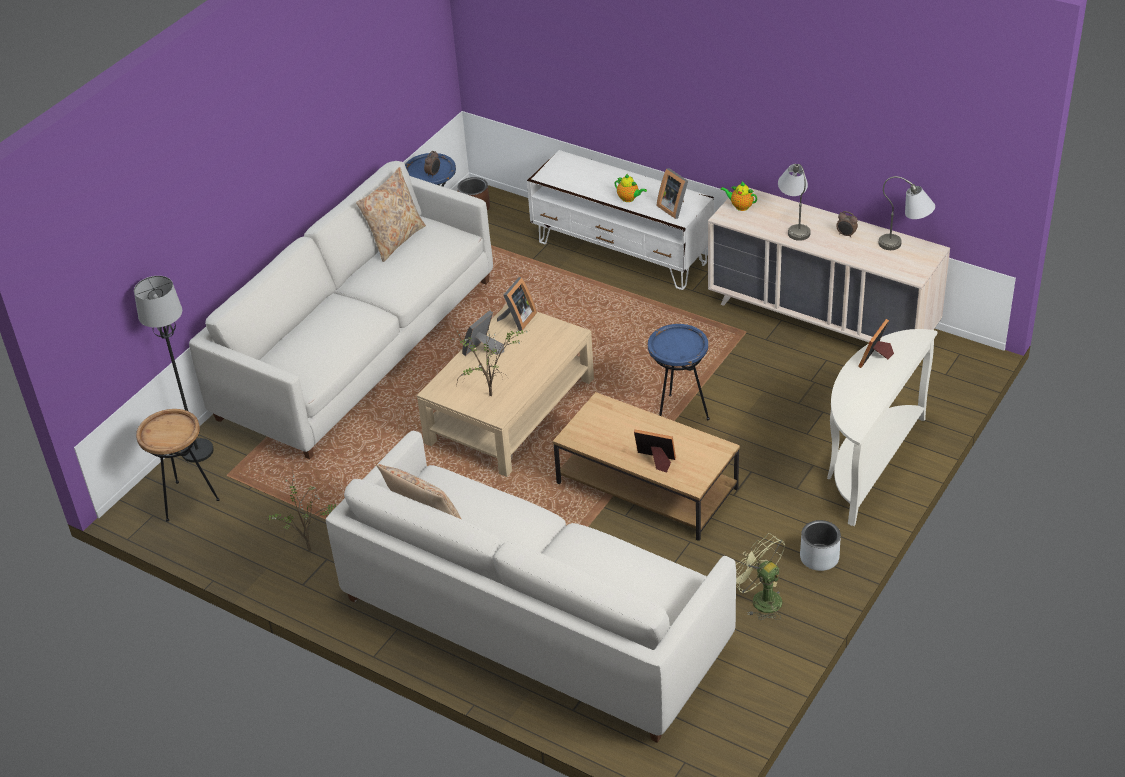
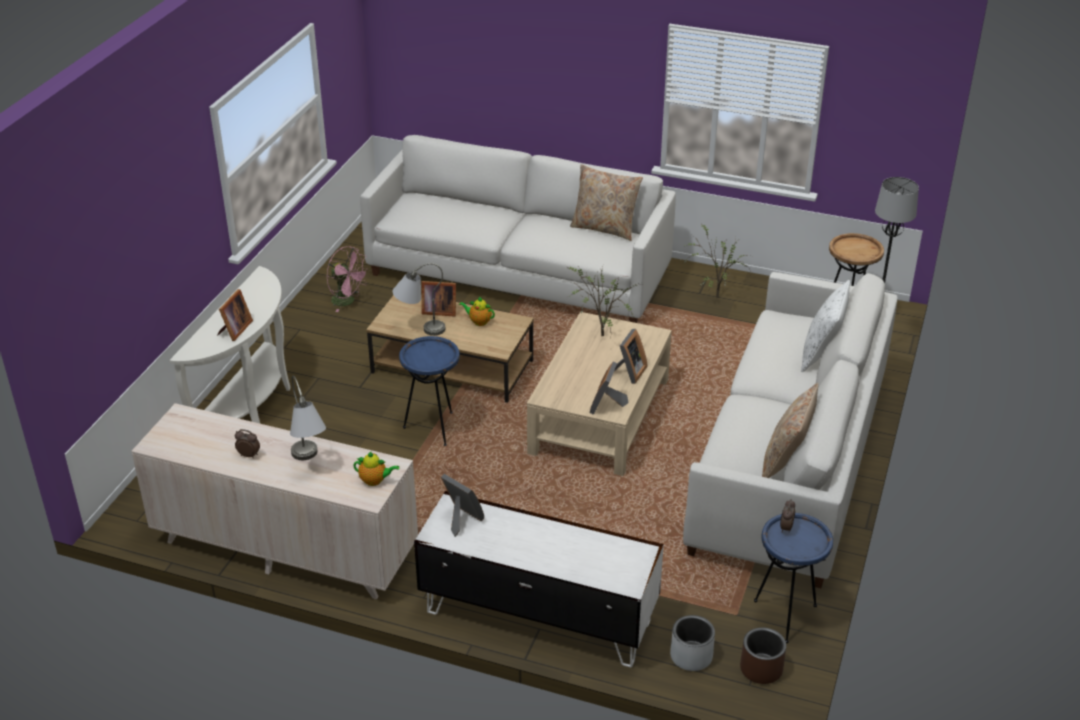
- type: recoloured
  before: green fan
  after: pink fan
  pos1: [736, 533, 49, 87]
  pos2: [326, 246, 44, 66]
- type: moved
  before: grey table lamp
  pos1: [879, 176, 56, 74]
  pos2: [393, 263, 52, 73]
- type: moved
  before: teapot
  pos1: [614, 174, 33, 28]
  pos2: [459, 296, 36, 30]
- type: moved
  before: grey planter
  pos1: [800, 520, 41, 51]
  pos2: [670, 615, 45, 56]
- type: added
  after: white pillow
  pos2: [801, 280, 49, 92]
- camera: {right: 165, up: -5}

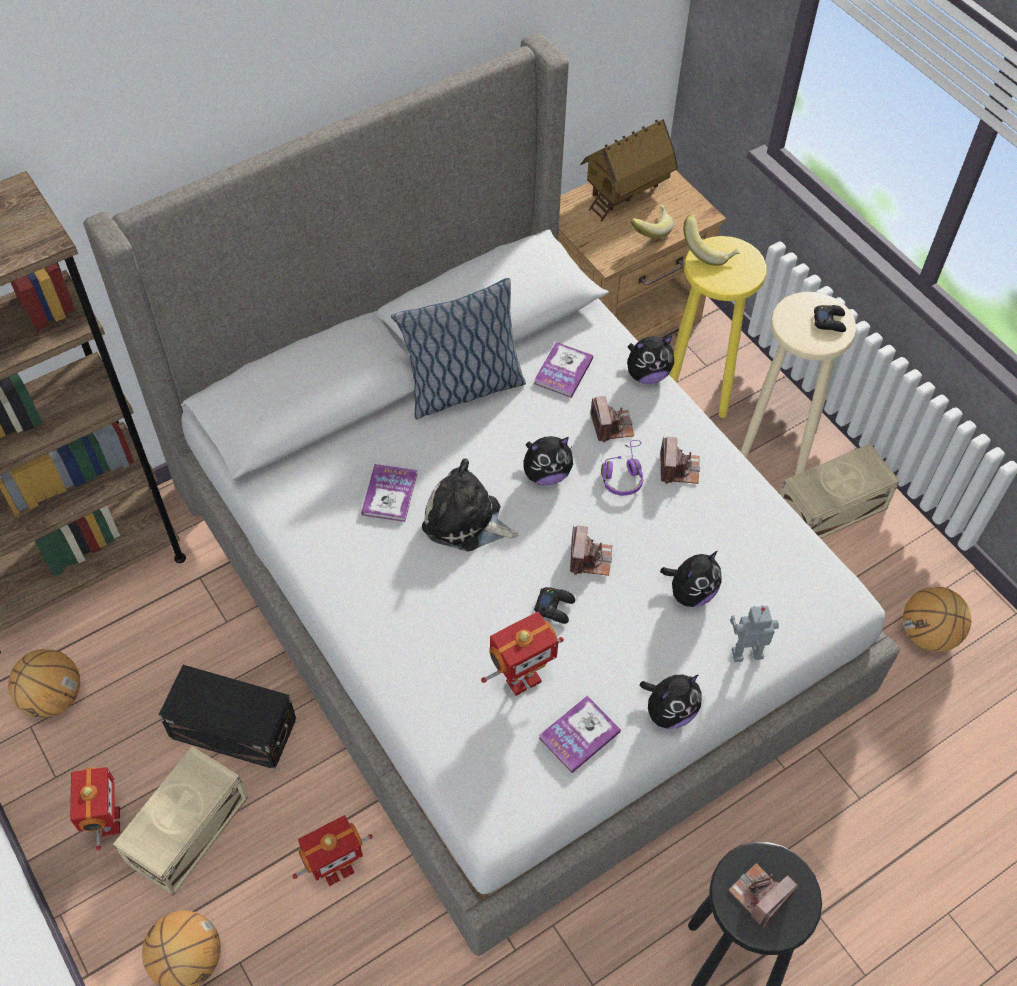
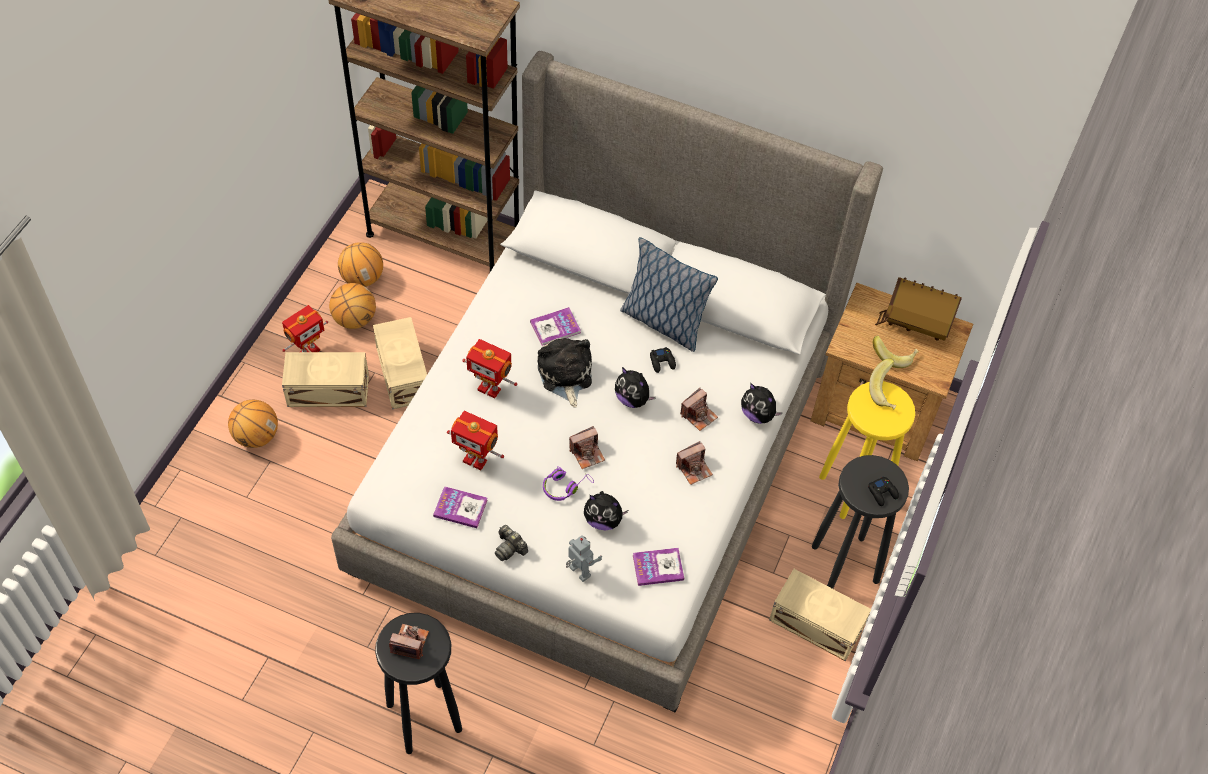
- type: moved
  before: basketball
  pos1: [903, 587, 68, 65]
  pos2: [329, 283, 47, 46]
- type: recoloured
  before: black storage box
  after: beige storage box
  pos1: [159, 665, 137, 104]
  pos2: [373, 317, 54, 92]
- type: moved
  before: toy robot
  pos1: [293, 815, 80, 71]
  pos2: [462, 339, 56, 60]
- type: replaced
  before: plush toy
  after: photo camera
  pos1: [640, 675, 62, 54]
  pos2: [495, 525, 33, 36]
- type: moved
  before: purple headphones
  pos1: [601, 440, 43, 55]
  pos2: [543, 466, 51, 35]
- type: moved
  before: book
  pos1: [534, 342, 59, 56]
  pos2: [633, 548, 51, 38]
- type: moved
  before: black game controller
  pos1: [534, 587, 41, 37]
  pos2: [650, 347, 26, 26]
- type: recoloured
  before: beige stool
  after: black stool
  pos1: [741, 292, 115, 183]
  pos2: [812, 455, 97, 134]
- camera: {right: 55, up: 0}

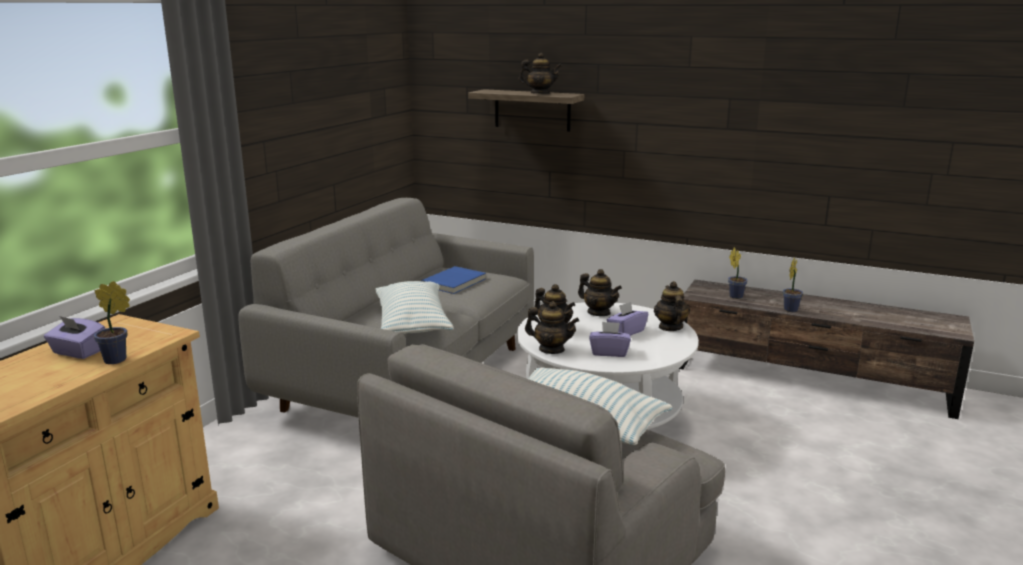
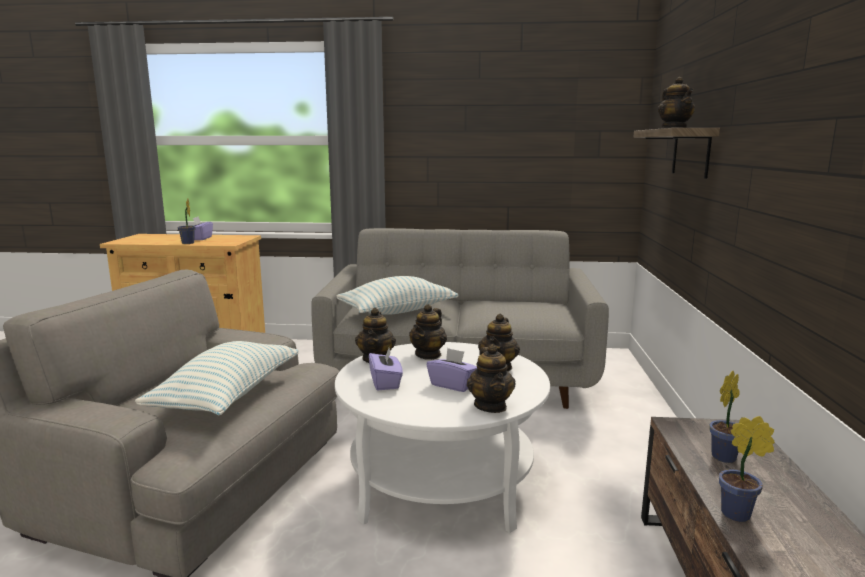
- type: turned
  before: teapot
  pos1: [654, 281, 36, 50]
  pos2: [467, 344, 49, 69]
  turn: 105
- type: removed
  before: blue book
  pos1: [421, 266, 65, 28]
- camera: {right: 70, up: -5}

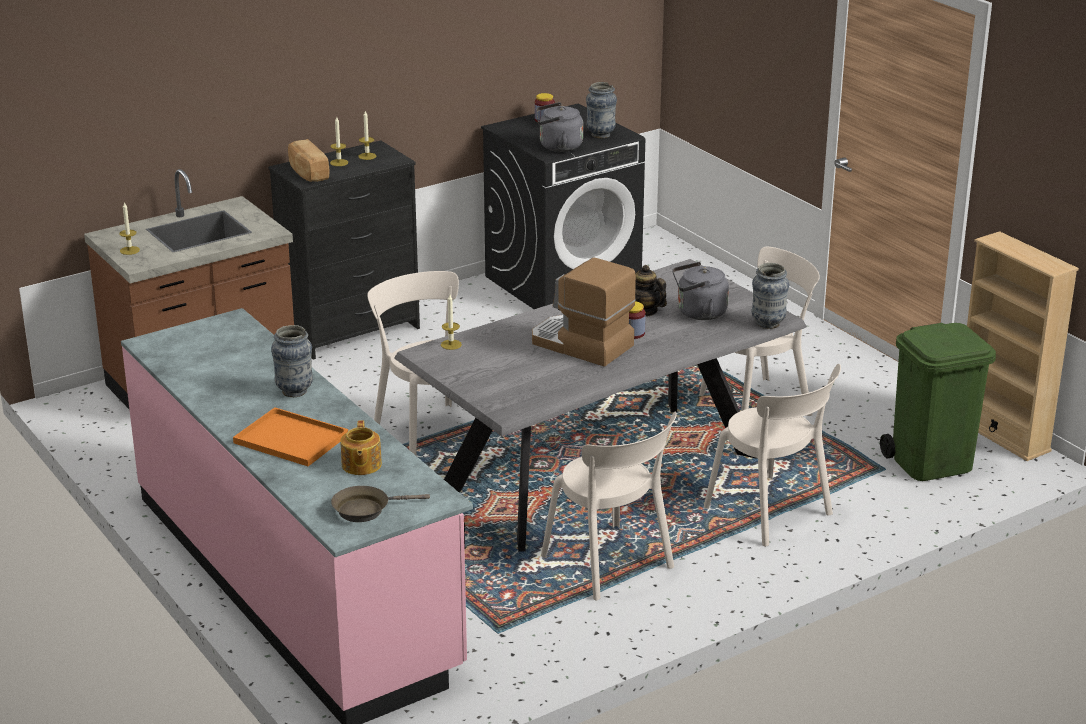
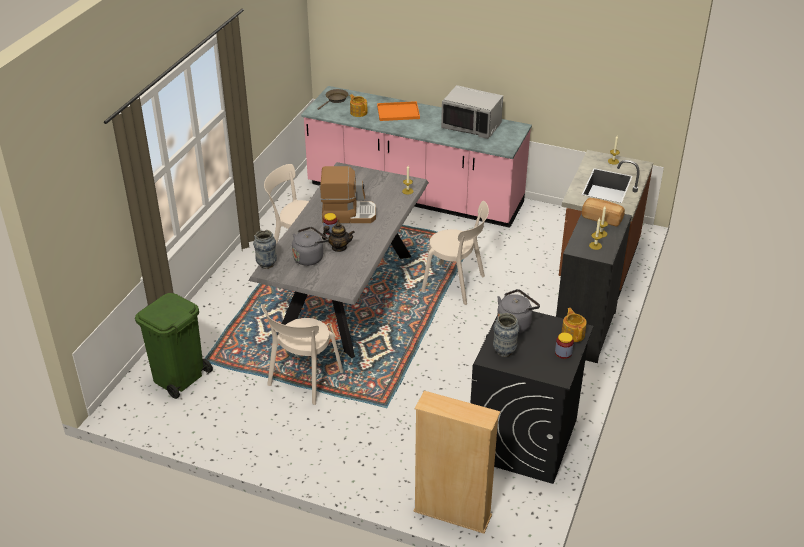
- type: moved
  before: beige bookcase
  pos1: [967, 231, 112, 230]
  pos2: [414, 391, 86, 143]
- type: added
  after: grey microwave
  pos2: [441, 85, 62, 54]
- type: added
  after: teapot
  pos2: [562, 308, 25, 34]
- type: removed
  before: vase
  pos1: [271, 325, 42, 72]
- type: removed
  before: beige chair
  pos1: [704, 364, 137, 183]
- camera: {right: 145, up: 10}

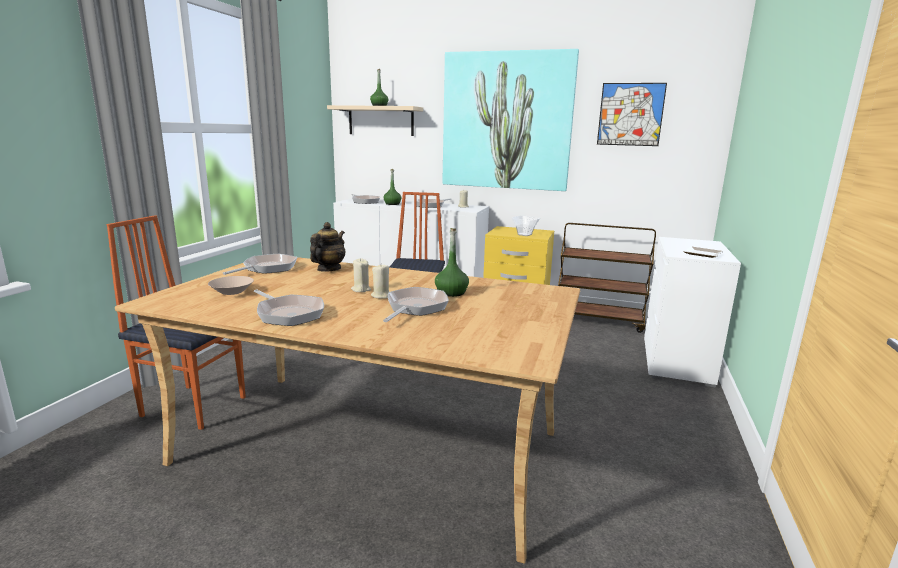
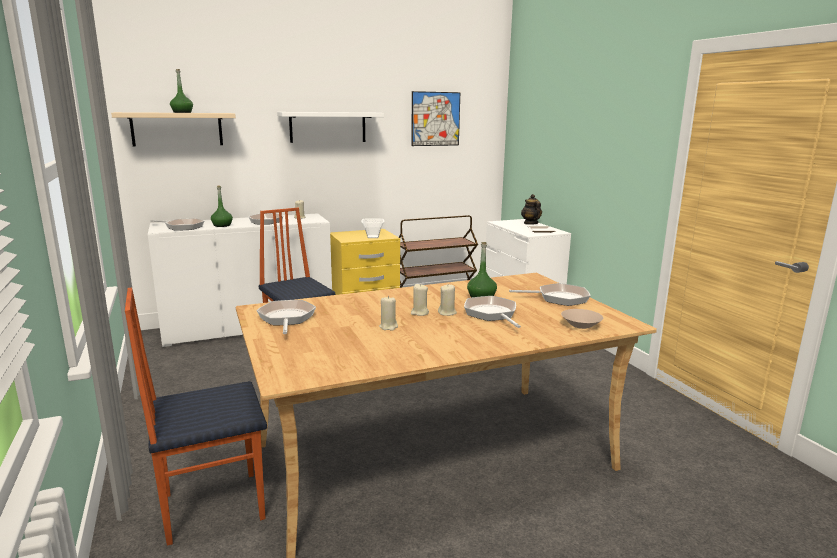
- type: replaced
  before: picture
  after: white shelf
  pos1: [442, 49, 137, 142]
  pos2: [277, 112, 107, 31]
- type: added
  after: beige candle
  pos2: [379, 296, 19, 35]
- type: moved
  before: frying pan
  pos1: [254, 289, 70, 37]
  pos2: [509, 283, 82, 23]
- type: moved
  before: teapot
  pos1: [310, 222, 36, 50]
  pos2: [521, 194, 21, 31]
- type: moved
  before: beige bowl
  pos1: [208, 276, 46, 19]
  pos2: [561, 309, 42, 20]
- camera: {right: -40, up: 0}

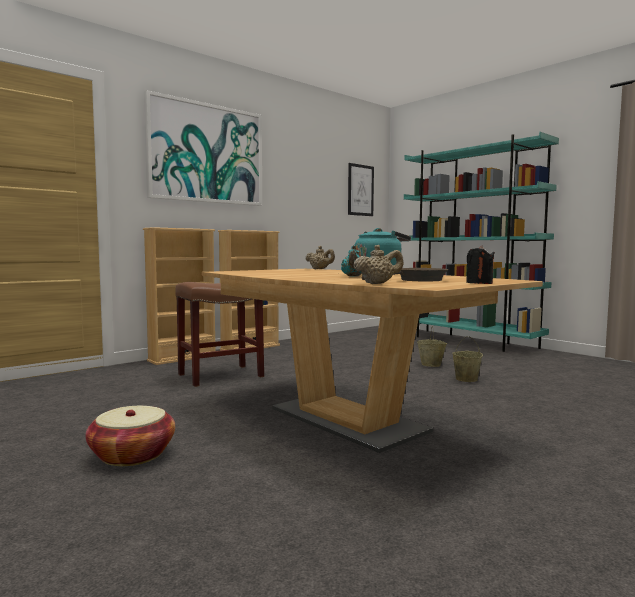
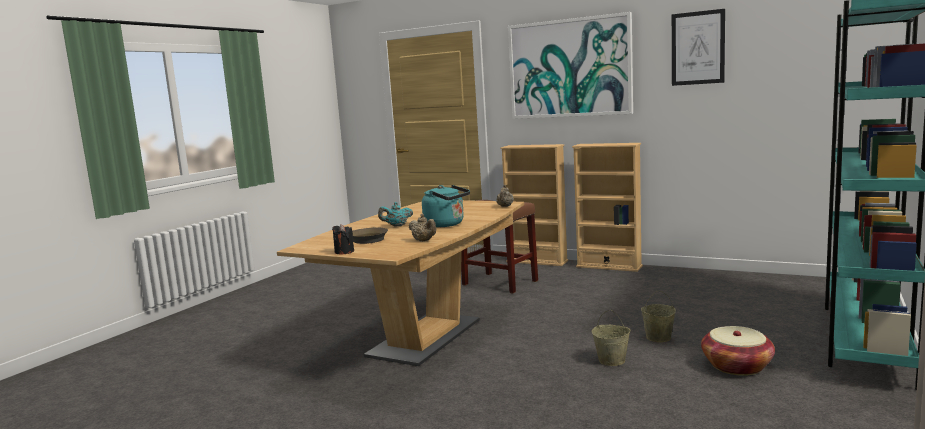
- type: moved
  before: beige teapot
  pos1: [353, 245, 51, 39]
  pos2: [409, 214, 27, 27]
- type: moved
  before: picture
  pos1: [348, 163, 26, 53]
  pos2: [672, 9, 53, 77]
- type: moved
  before: basket
  pos1: [85, 406, 90, 60]
  pos2: [701, 326, 74, 50]
- camera: {right: 70, up: 5}

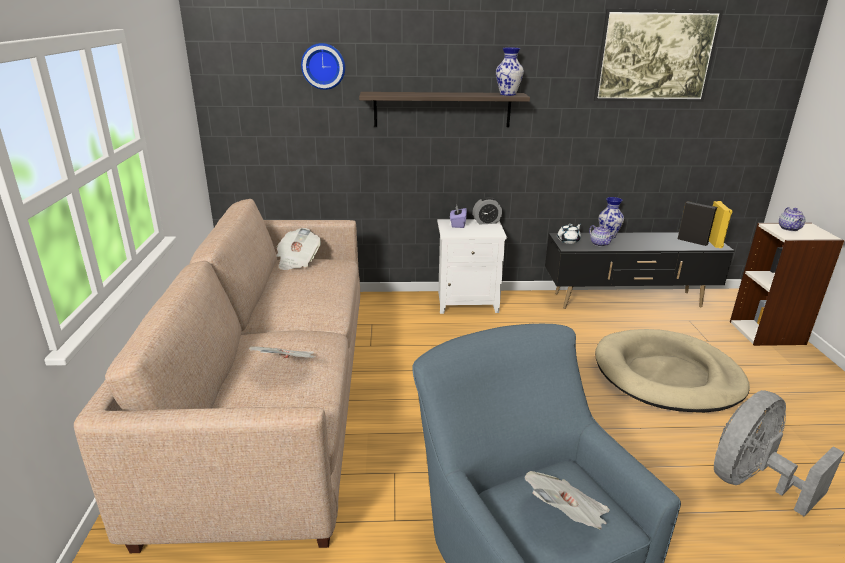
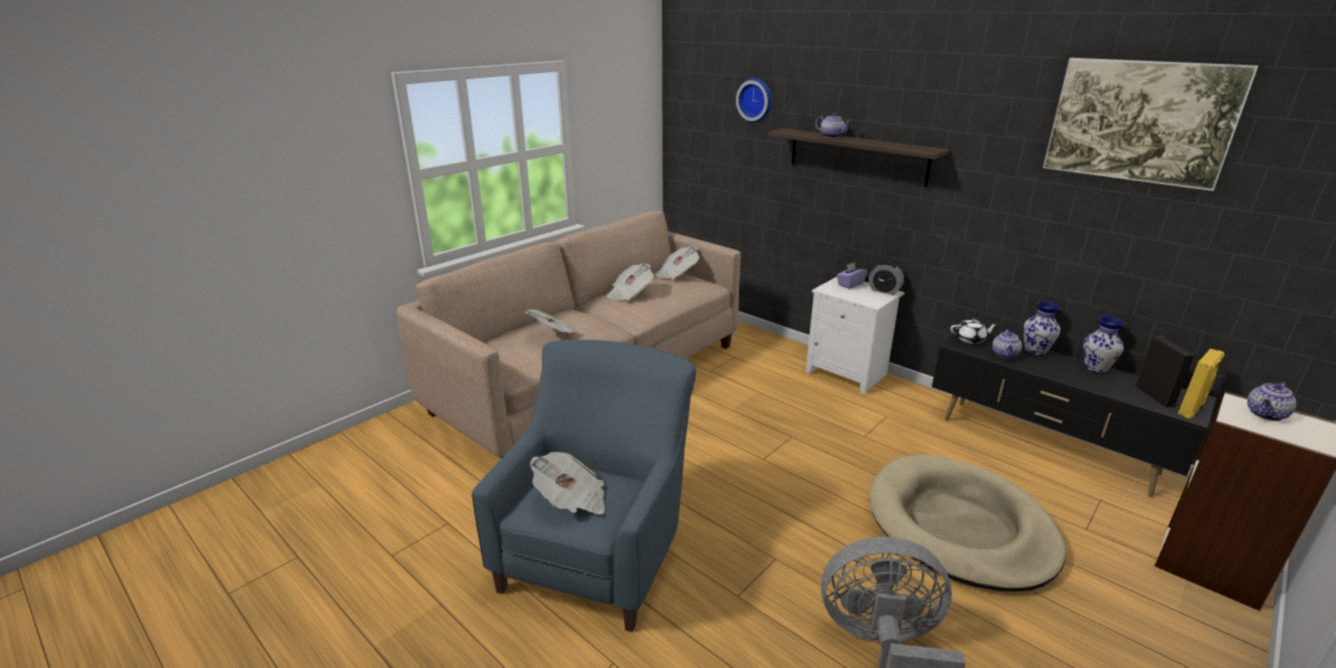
- type: added
  after: newspaper
  pos2: [607, 263, 47, 38]
- type: added
  after: teapot
  pos2: [815, 113, 37, 25]
- type: moved
  before: vase
  pos1: [496, 47, 28, 49]
  pos2: [1083, 316, 41, 58]
- camera: {right: 45, up: 0}

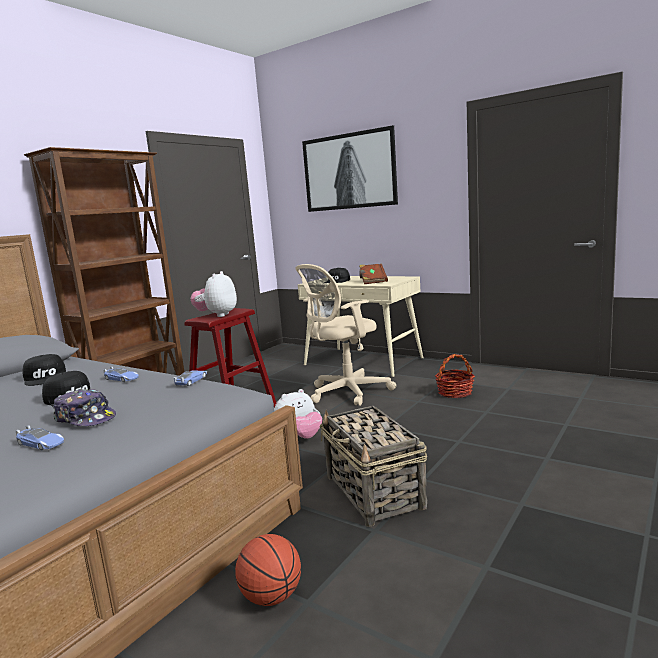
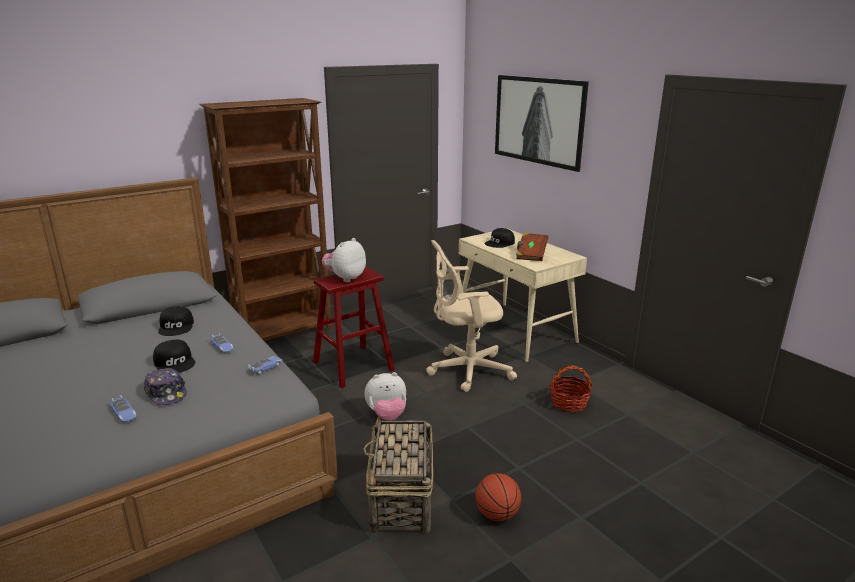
- type: moved
  before: basketball
  pos1: [235, 534, 66, 72]
  pos2: [475, 473, 46, 48]
- camera: {right: 20, up: 10}

